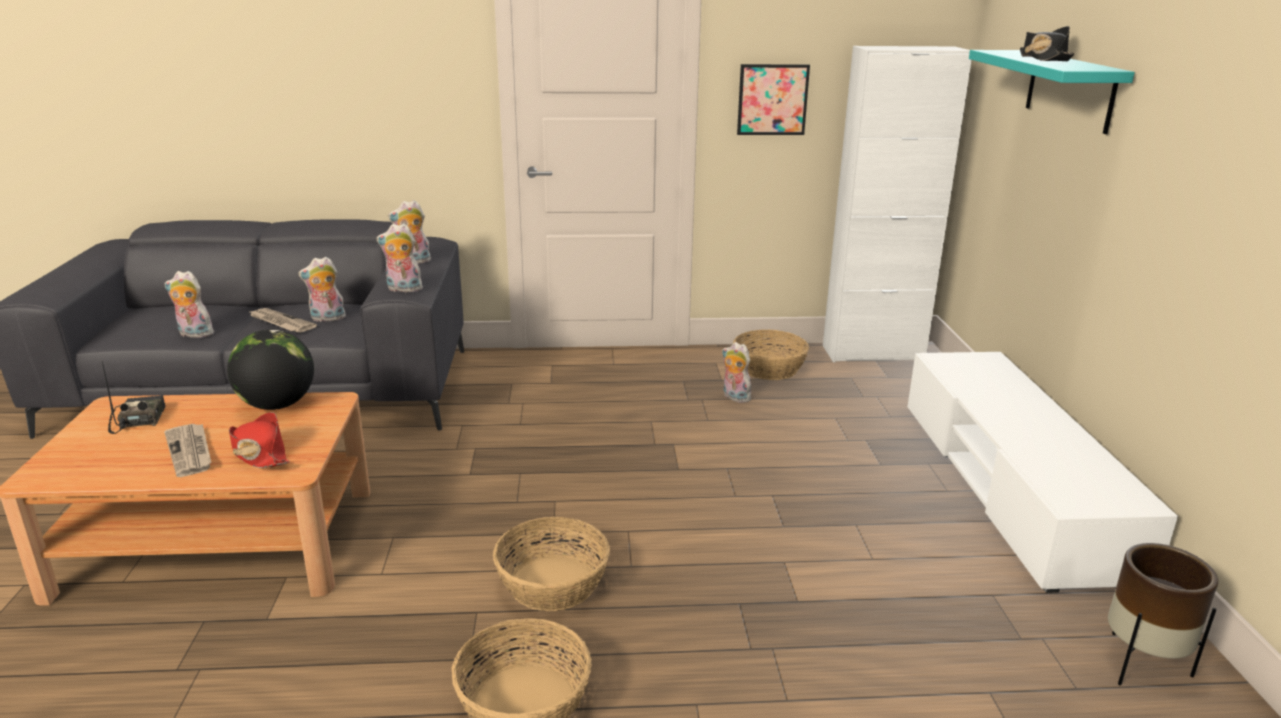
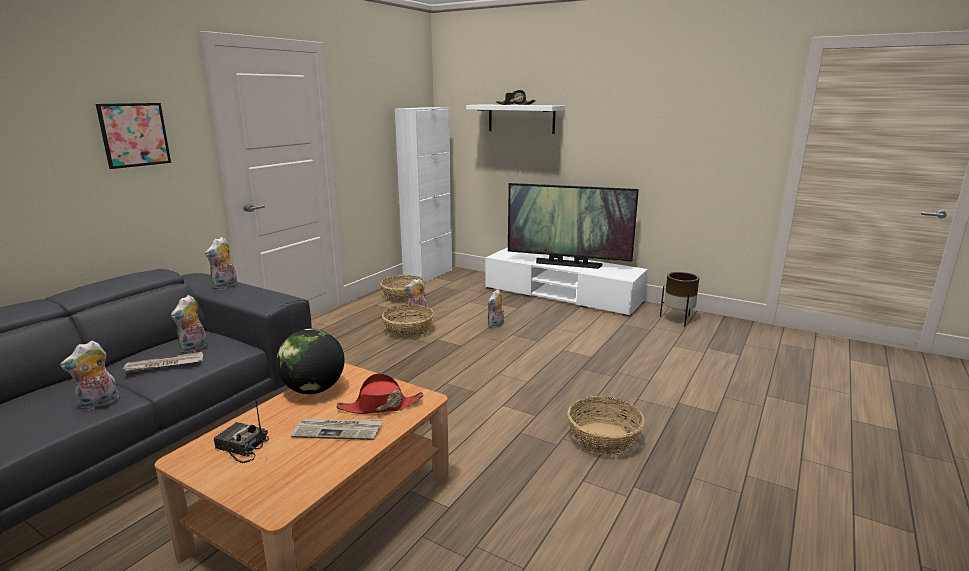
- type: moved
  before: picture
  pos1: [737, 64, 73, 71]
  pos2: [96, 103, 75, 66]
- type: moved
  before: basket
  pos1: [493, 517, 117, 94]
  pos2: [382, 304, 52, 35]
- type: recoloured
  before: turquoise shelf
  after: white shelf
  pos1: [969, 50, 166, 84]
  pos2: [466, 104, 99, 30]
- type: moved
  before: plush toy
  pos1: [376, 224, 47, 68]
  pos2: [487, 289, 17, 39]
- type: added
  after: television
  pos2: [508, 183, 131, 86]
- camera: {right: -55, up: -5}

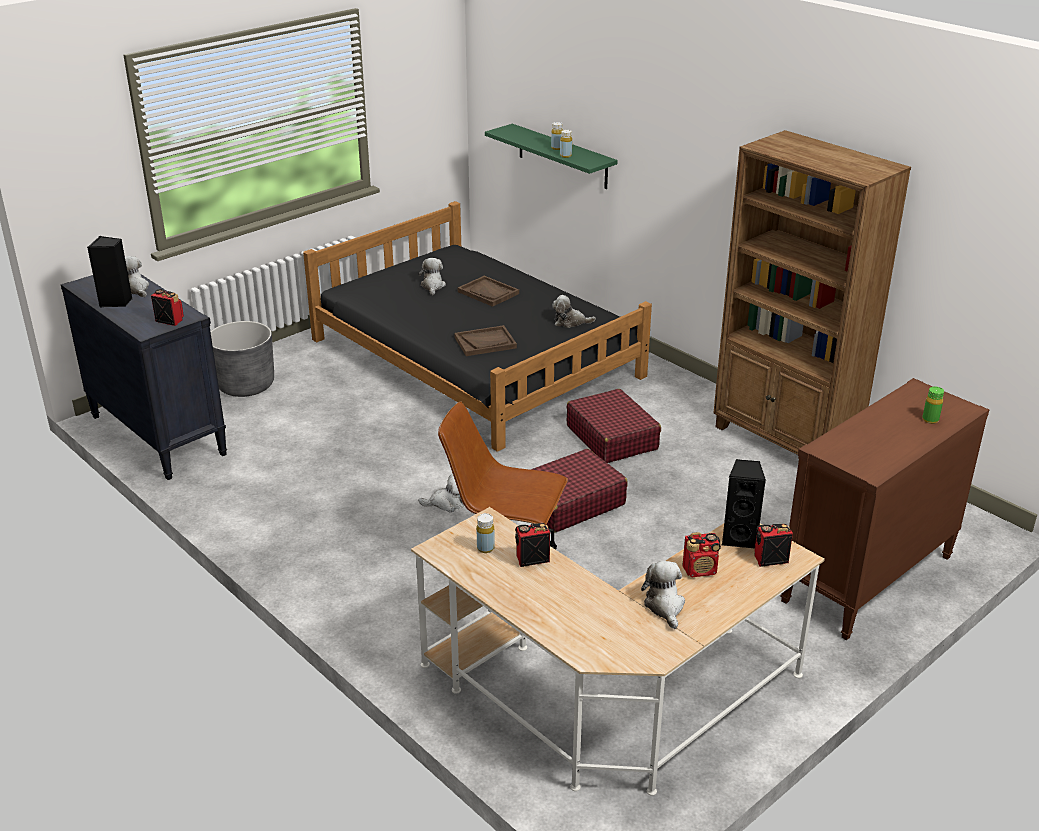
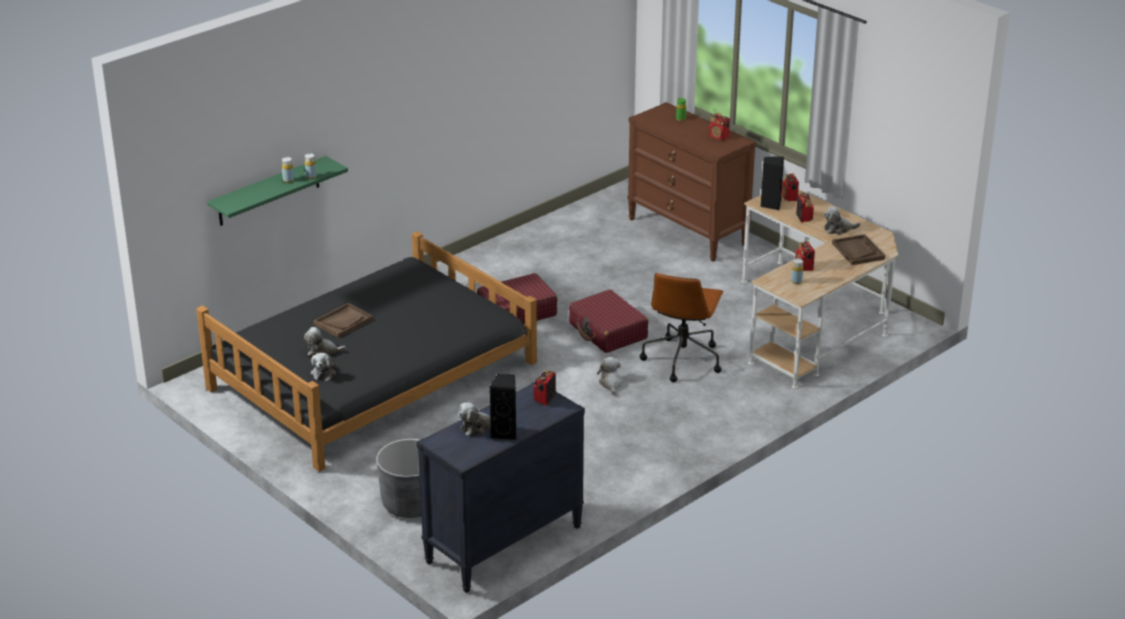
- type: moved
  before: plush toy
  pos1: [552, 295, 44, 33]
  pos2: [311, 353, 26, 28]
- type: added
  after: radio
  pos2: [709, 113, 21, 27]
- type: moved
  before: brown tray
  pos1: [454, 325, 63, 31]
  pos2: [832, 234, 53, 31]
- type: removed
  before: brown bookcase
  pos1: [713, 130, 198, 325]
- camera: {right: -90, up: 0}

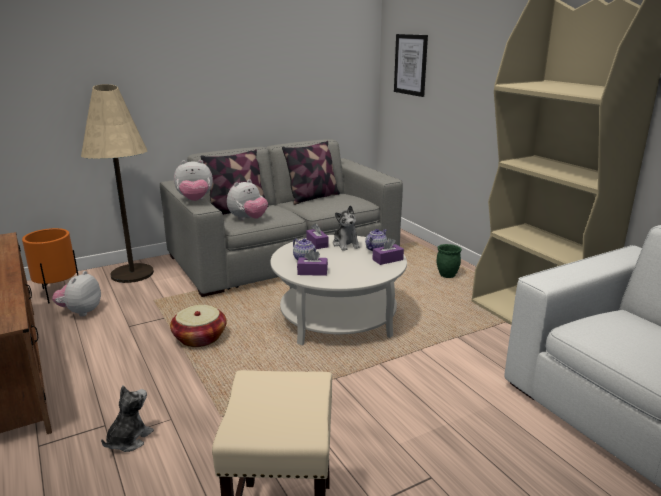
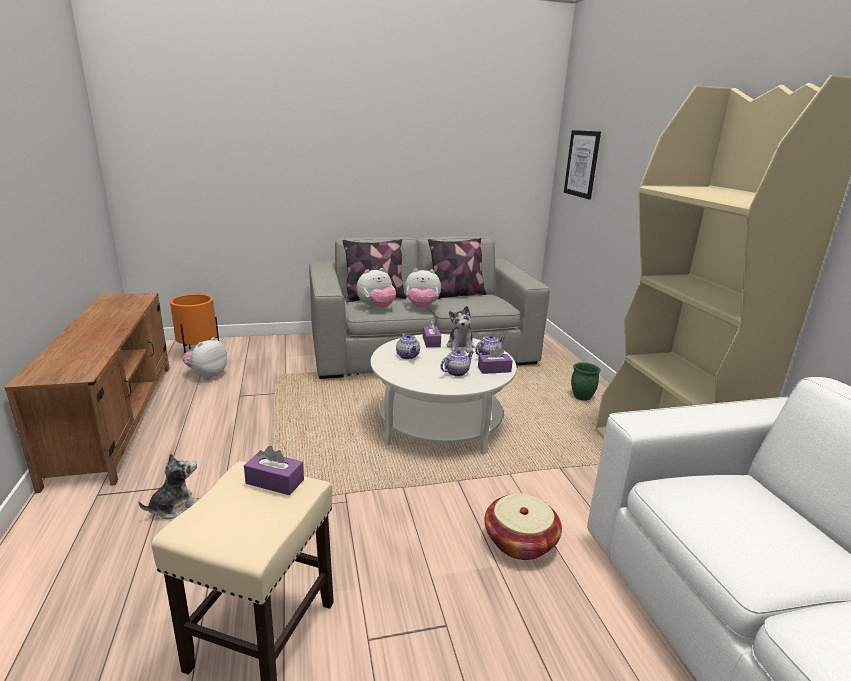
- type: moved
  before: purple tissue box
  pos1: [297, 250, 31, 26]
  pos2: [244, 446, 60, 49]
- type: moved
  before: plush toy
  pos1: [174, 160, 39, 41]
  pos2: [405, 269, 36, 39]
- type: added
  after: teapot
  pos2: [440, 349, 34, 27]
- type: moved
  before: basket
  pos1: [170, 305, 57, 42]
  pos2: [484, 493, 78, 67]
- type: removed
  before: beige floor lamp
  pos1: [81, 84, 73, 199]
- camera: {right: 15, up: 0}

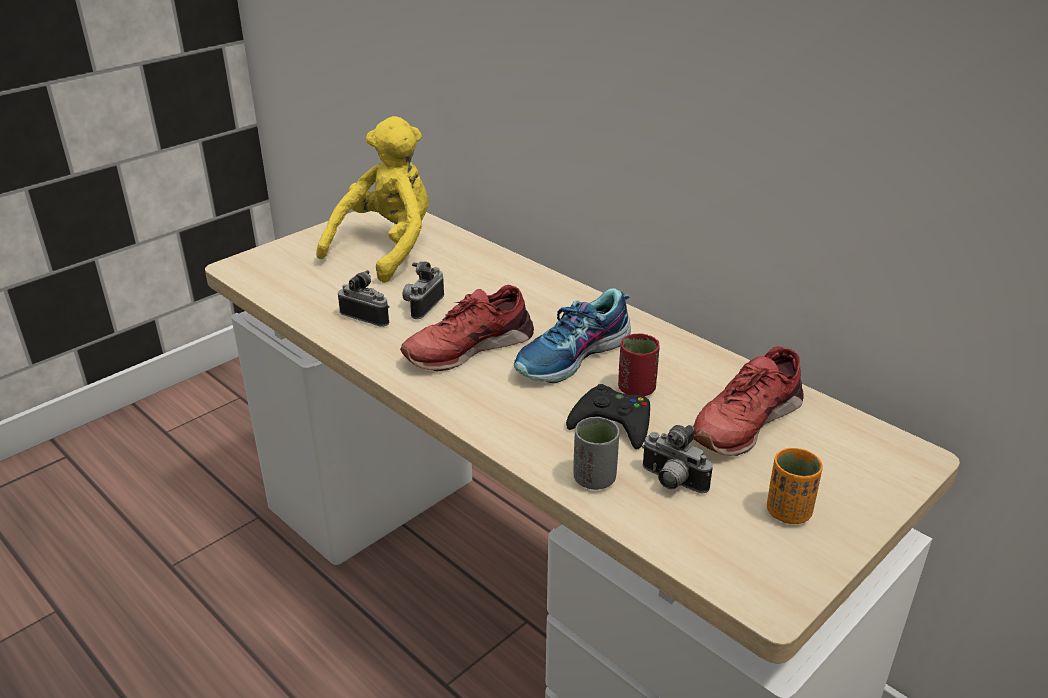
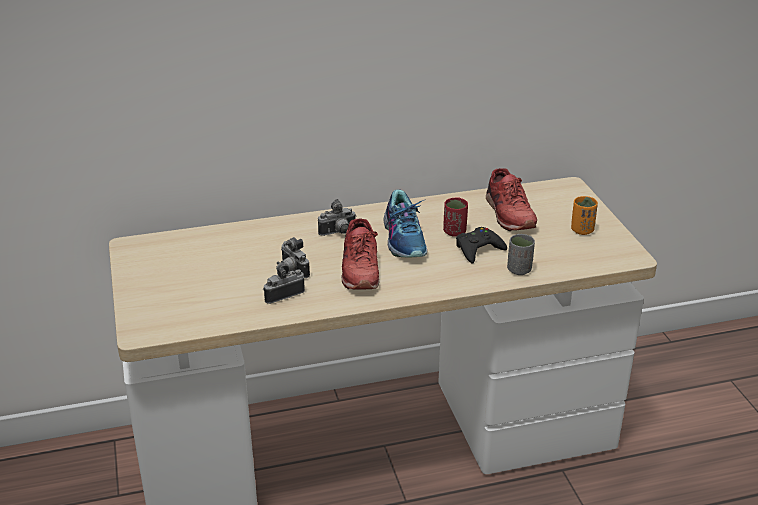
- type: moved
  before: photo camera
  pos1: [642, 425, 71, 68]
  pos2: [318, 199, 39, 37]
- type: removed
  before: yellow plush toy
  pos1: [316, 116, 113, 167]
- camera: {right: -60, up: 0}

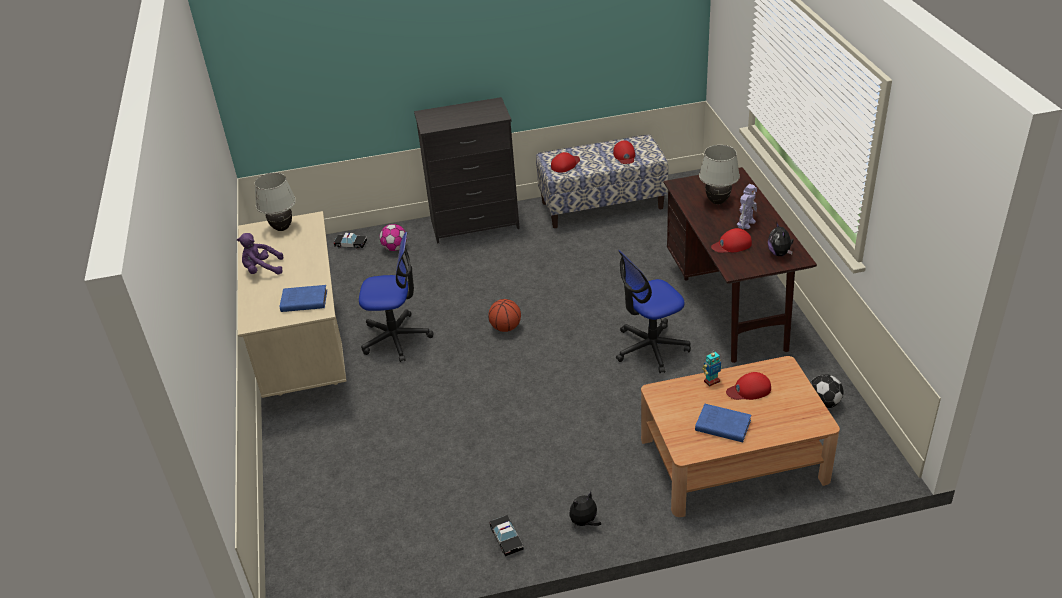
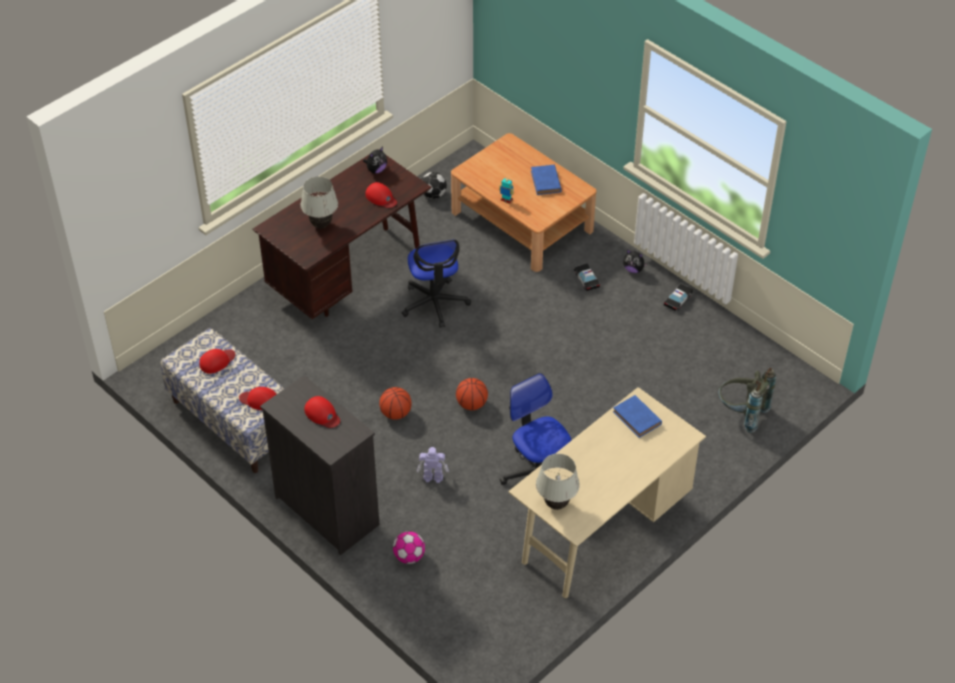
- type: moved
  before: red cap
  pos1: [726, 372, 45, 28]
  pos2: [304, 396, 36, 32]
- type: added
  after: basketball
  pos2: [379, 387, 33, 33]
- type: turned
  before: office chair
  pos1: [616, 250, 75, 123]
  pos2: [402, 239, 69, 89]
  turn: 45
- type: moved
  before: toy robot
  pos1: [737, 184, 20, 45]
  pos2: [417, 447, 32, 36]
- type: moved
  before: toy car
  pos1: [333, 232, 34, 17]
  pos2: [574, 264, 26, 27]
- type: added
  after: grey backpack
  pos2: [718, 368, 58, 65]
- type: removed
  before: purple plush toy
  pos1: [237, 233, 46, 41]
- camera: {right: -125, up: 10}

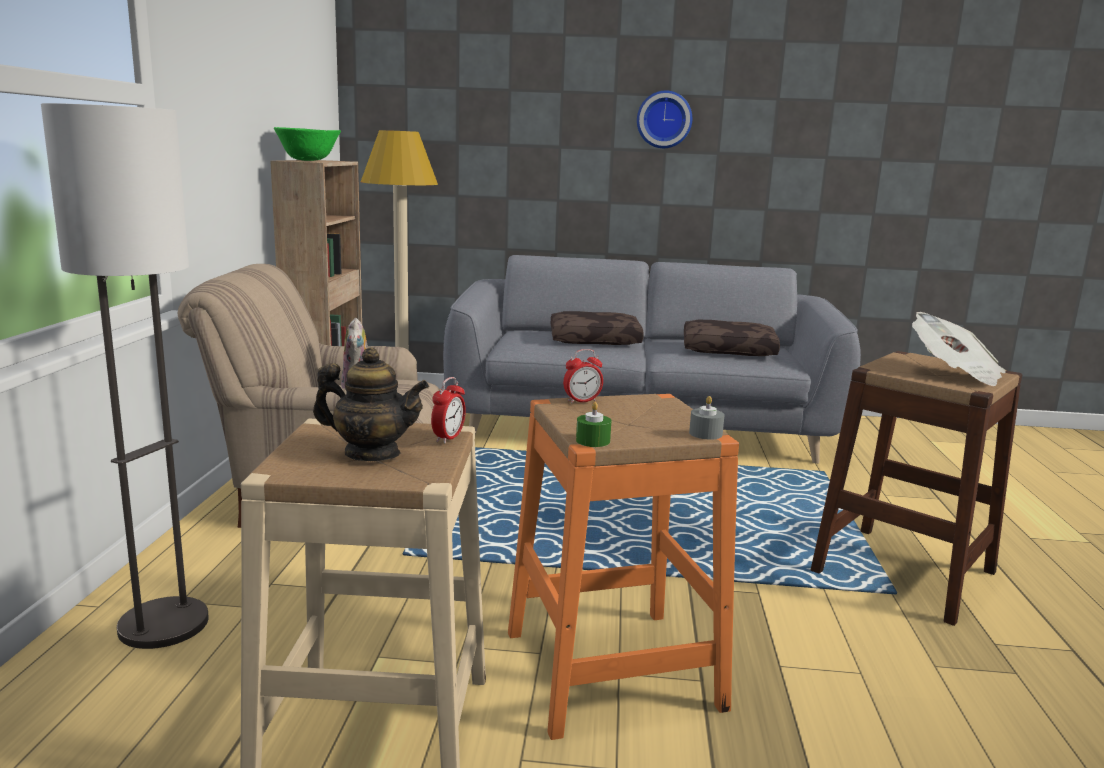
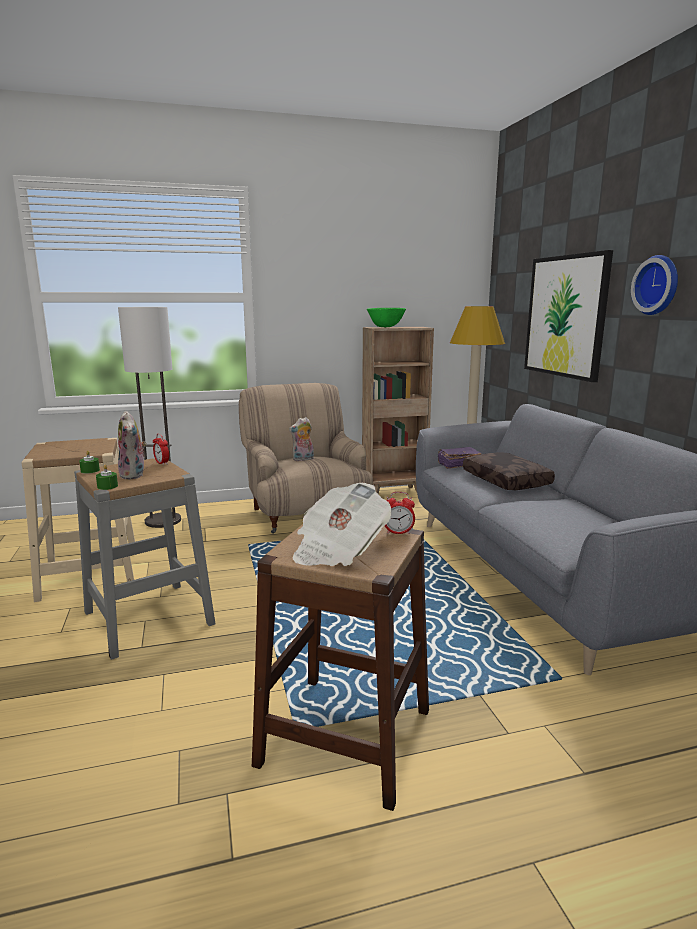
- type: recoloured
  before: orange stool
  after: grey stool
  pos1: [508, 394, 231, 346]
  pos2: [74, 458, 142, 202]
- type: recoloured
  before: grey candle
  after: green candle
  pos1: [689, 396, 35, 44]
  pos2: [96, 465, 22, 25]
- type: added
  after: plush toy
  pos2: [118, 411, 29, 68]
- type: moved
  before: alarm clock
  pos1: [431, 377, 35, 67]
  pos2: [385, 492, 30, 42]
- type: added
  after: purple book
  pos2: [438, 447, 43, 22]
- type: added
  after: picture
  pos2: [524, 250, 89, 132]
- type: removed
  before: teapot
  pos1: [313, 347, 116, 114]
- type: removed
  before: brown pillow
  pos1: [684, 320, 96, 36]
- camera: {right: 70, up: 0}

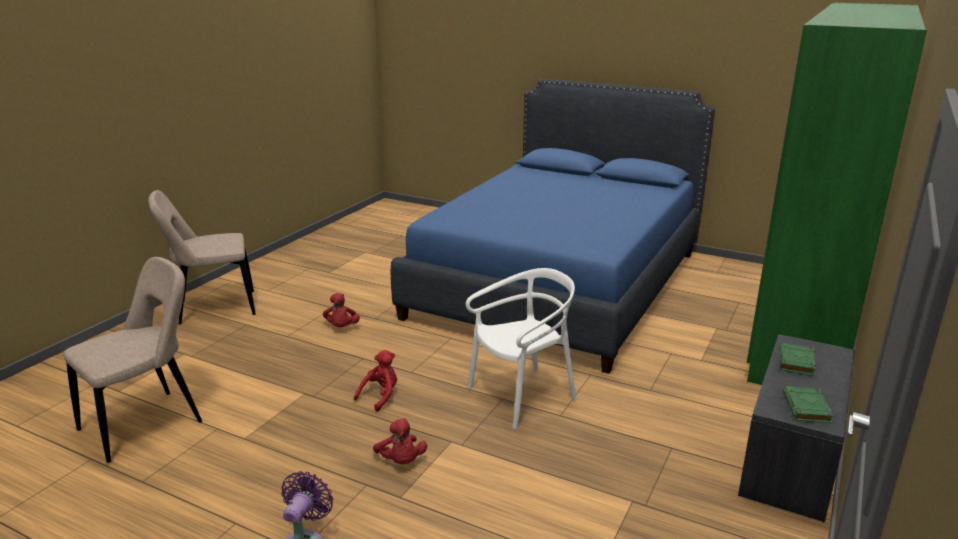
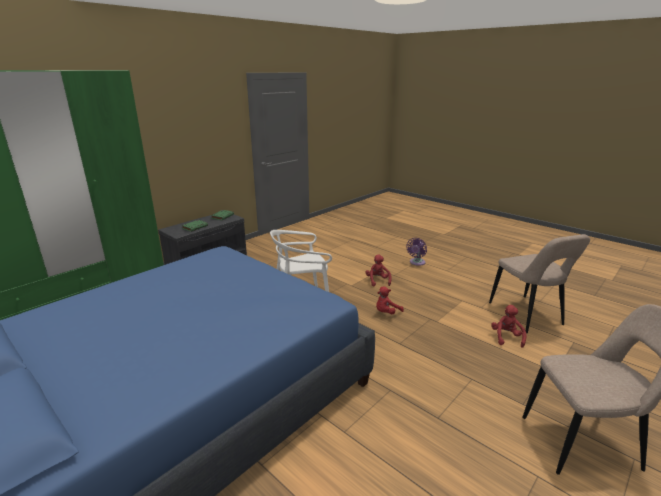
- type: turned
  before: beige chair
  pos1: [64, 257, 138, 206]
  pos2: [489, 234, 101, 99]
  turn: -75
- type: moved
  before: red plush toy
  pos1: [323, 293, 37, 34]
  pos2: [491, 305, 35, 43]
- camera: {right: -165, up: 0}

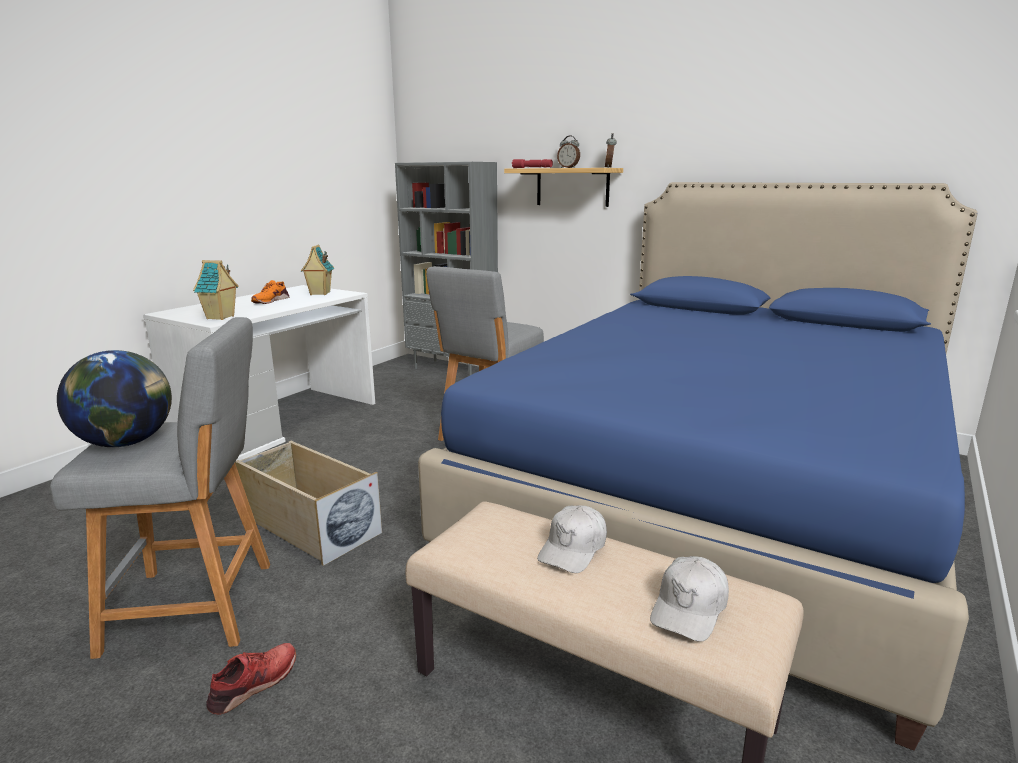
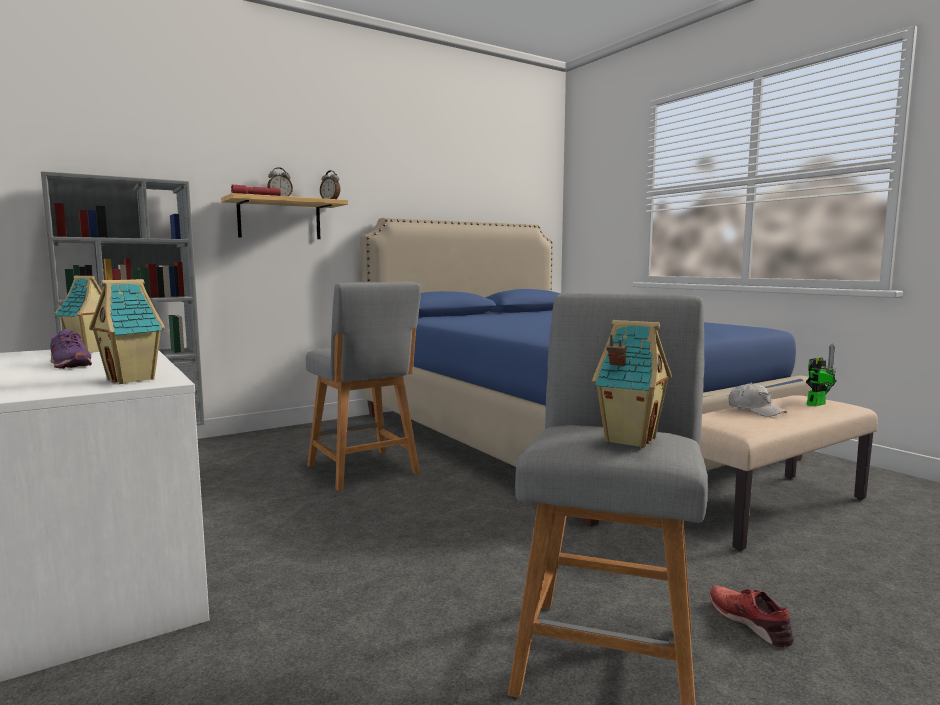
- type: recoloured
  before: orange shoe
  after: purple shoe
  pos1: [251, 280, 38, 24]
  pos2: [50, 329, 42, 40]
- type: replaced
  before: globe
  after: toy house
  pos1: [57, 350, 115, 97]
  pos2: [592, 320, 80, 128]
- type: replaced
  before: white cap
  after: toy robot
  pos1: [650, 556, 79, 86]
  pos2: [806, 343, 31, 63]
- type: removed
  before: beige storage box
  pos1: [235, 441, 147, 125]
- camera: {right: -65, up: -10}

